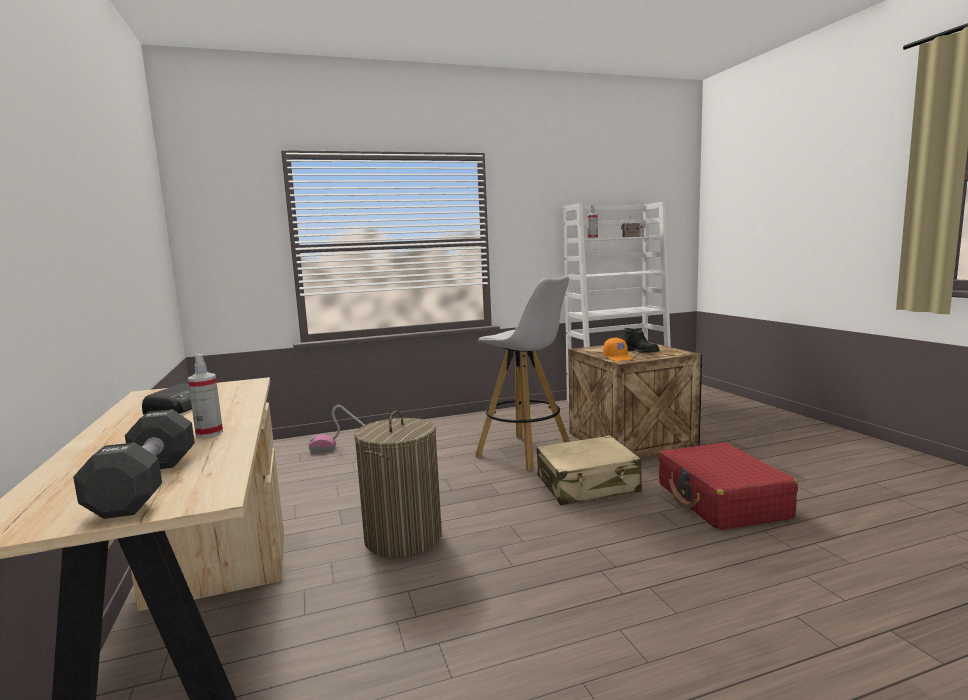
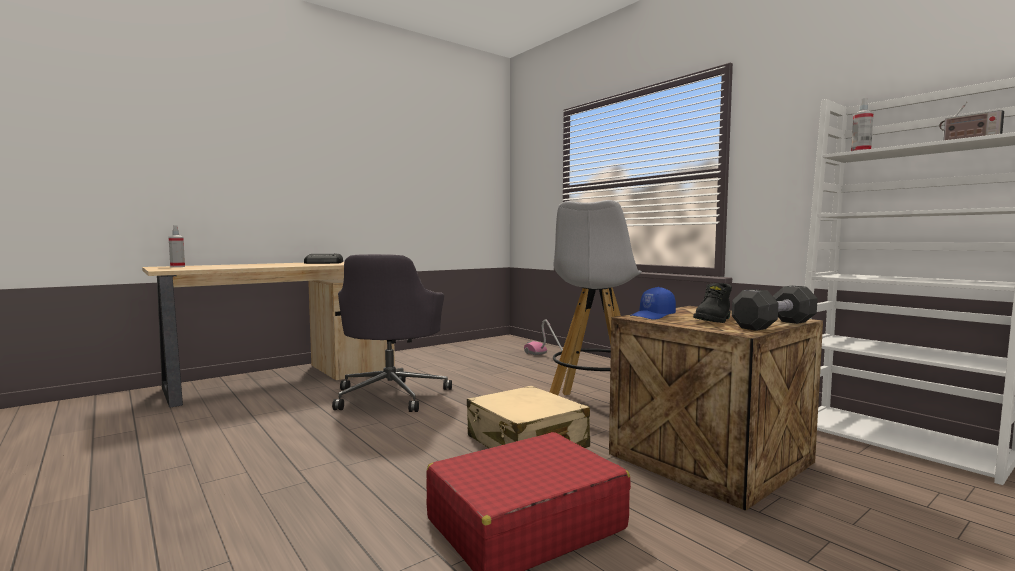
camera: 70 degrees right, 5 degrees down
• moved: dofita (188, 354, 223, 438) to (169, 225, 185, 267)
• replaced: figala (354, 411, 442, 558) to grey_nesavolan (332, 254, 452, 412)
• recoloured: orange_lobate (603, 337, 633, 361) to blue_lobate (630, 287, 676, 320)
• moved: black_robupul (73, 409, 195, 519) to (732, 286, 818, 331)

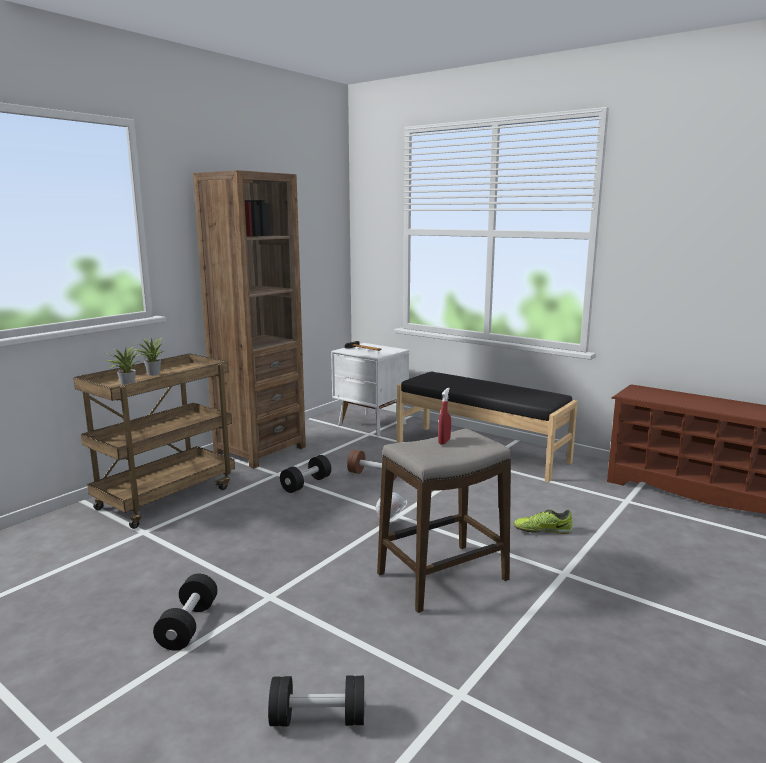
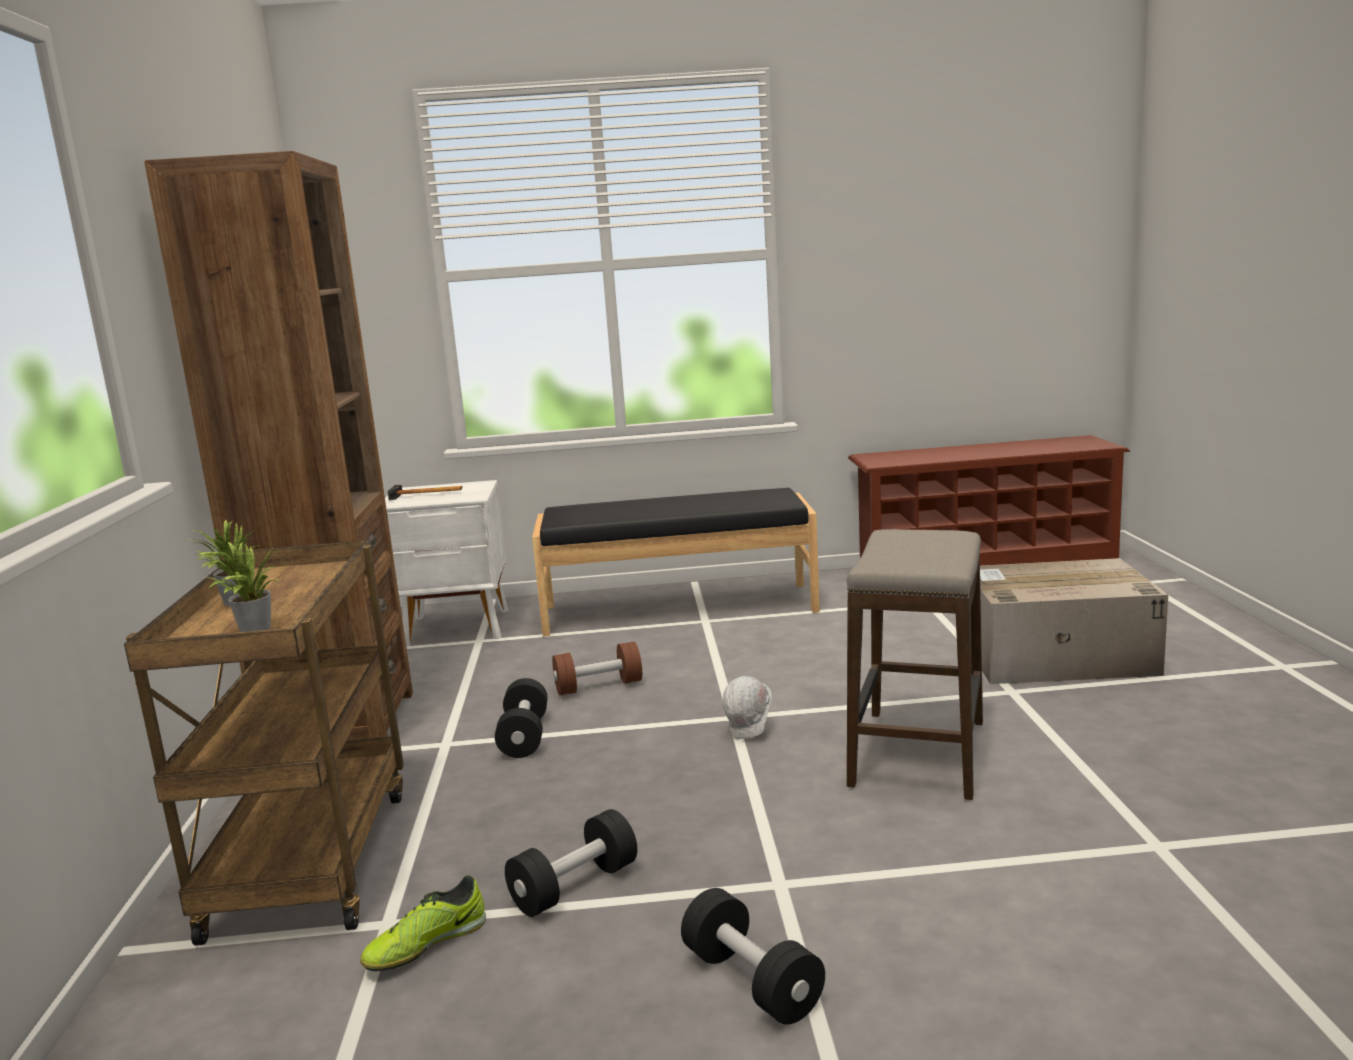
camera: 40 degrees left, 0 degrees up
• moved: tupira (513, 509, 573, 534) to (360, 875, 486, 971)
• moved: black_robupul (268, 676, 366, 726) to (505, 809, 638, 917)
• added: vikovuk (980, 558, 1168, 684)
• removed: red_dofita (438, 388, 451, 445)

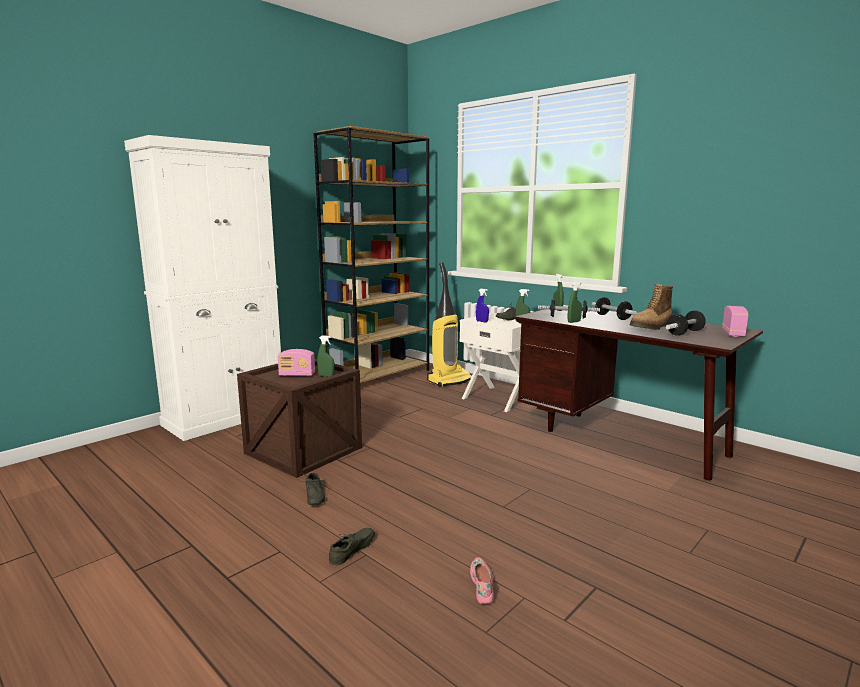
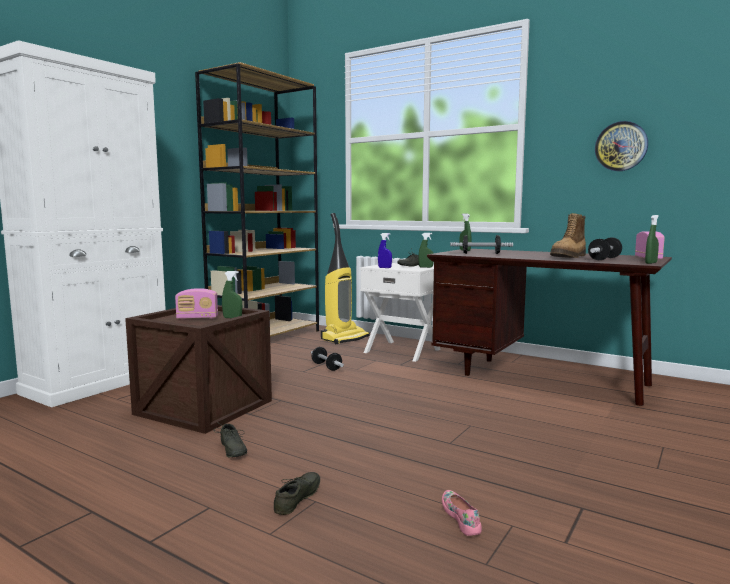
camera: 10 degrees left, 5 degrees down
• moved: robupul (592, 297, 638, 320) to (311, 347, 344, 371)
• added: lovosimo (595, 121, 648, 171)
• moved: green_dofita (568, 282, 582, 323) to (645, 215, 659, 264)

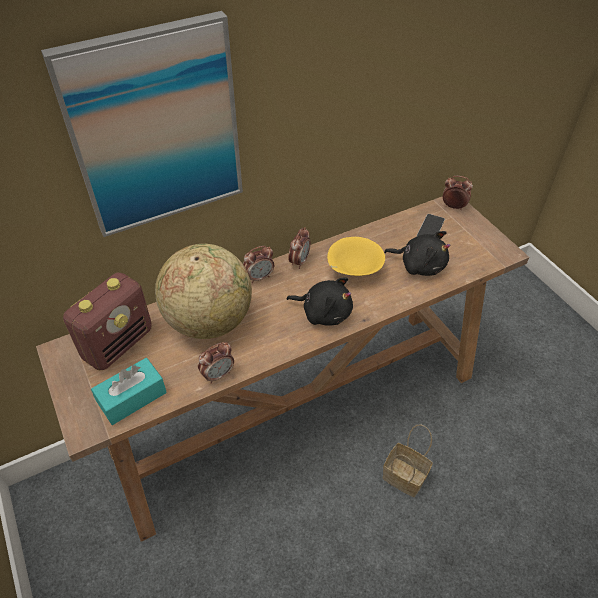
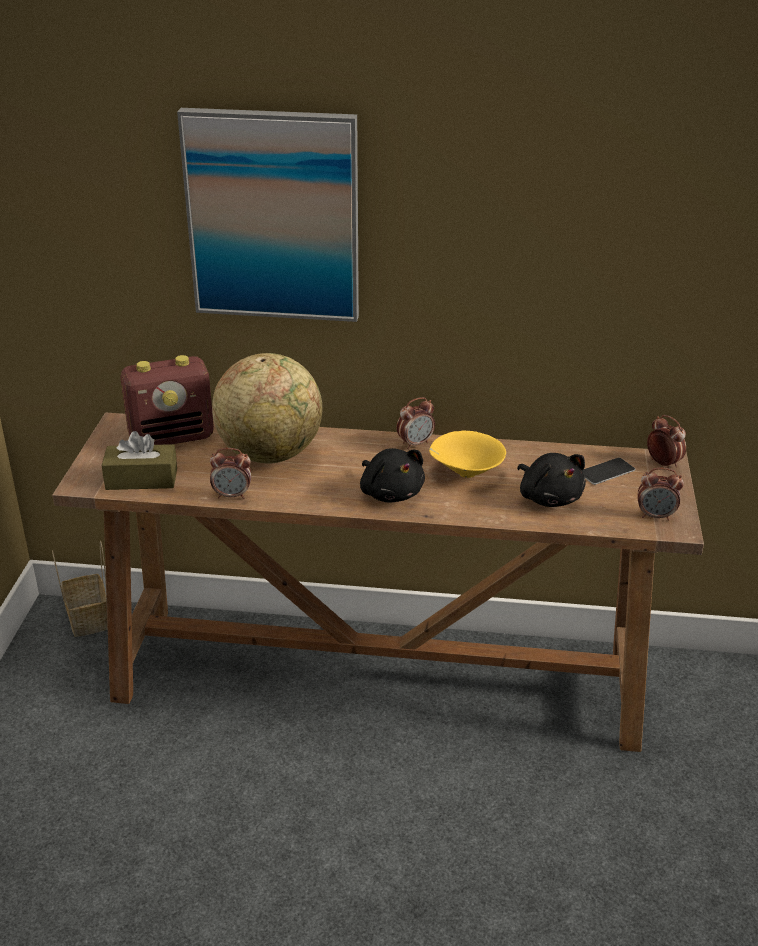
camera: 35 degrees right, 15 degrees down
• moved: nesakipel (383, 424, 433, 497) to (52, 540, 108, 637)
• recoloured: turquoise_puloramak (91, 358, 167, 425) to brown_puloramak (102, 431, 177, 490)
• moved: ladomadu (243, 246, 274, 283) to (637, 468, 684, 521)

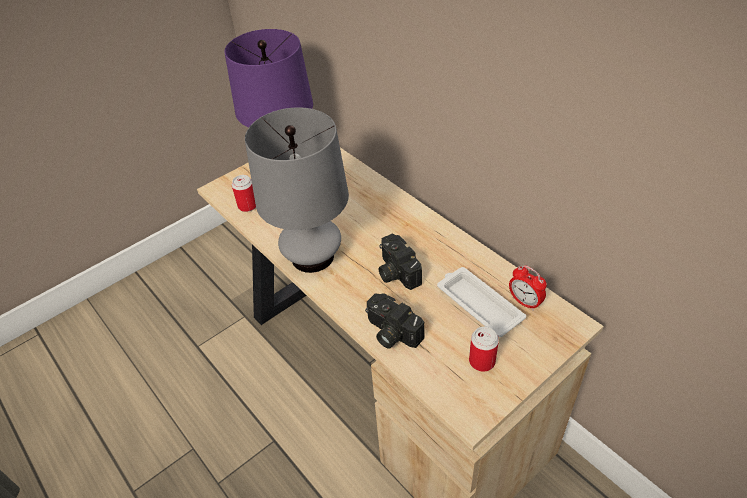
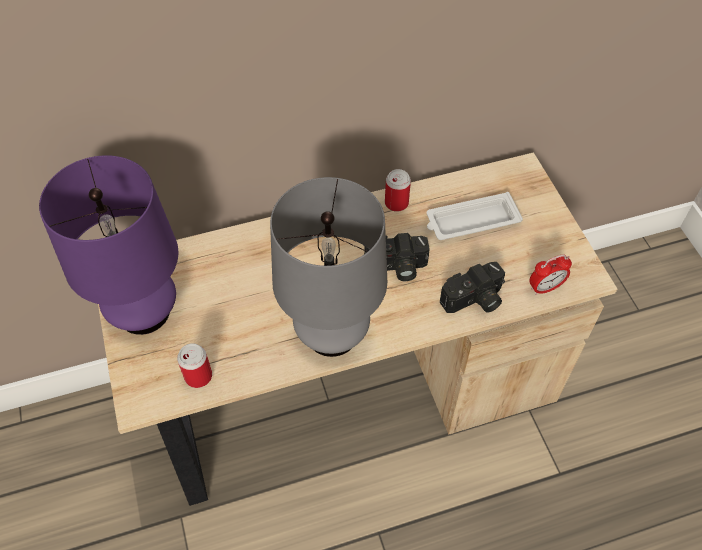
camera: 70 degrees left, 10 degrees up
• moved: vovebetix (469, 327, 499, 372) to (385, 169, 411, 212)
• moved: ladomadu (509, 265, 547, 311) to (529, 255, 572, 295)

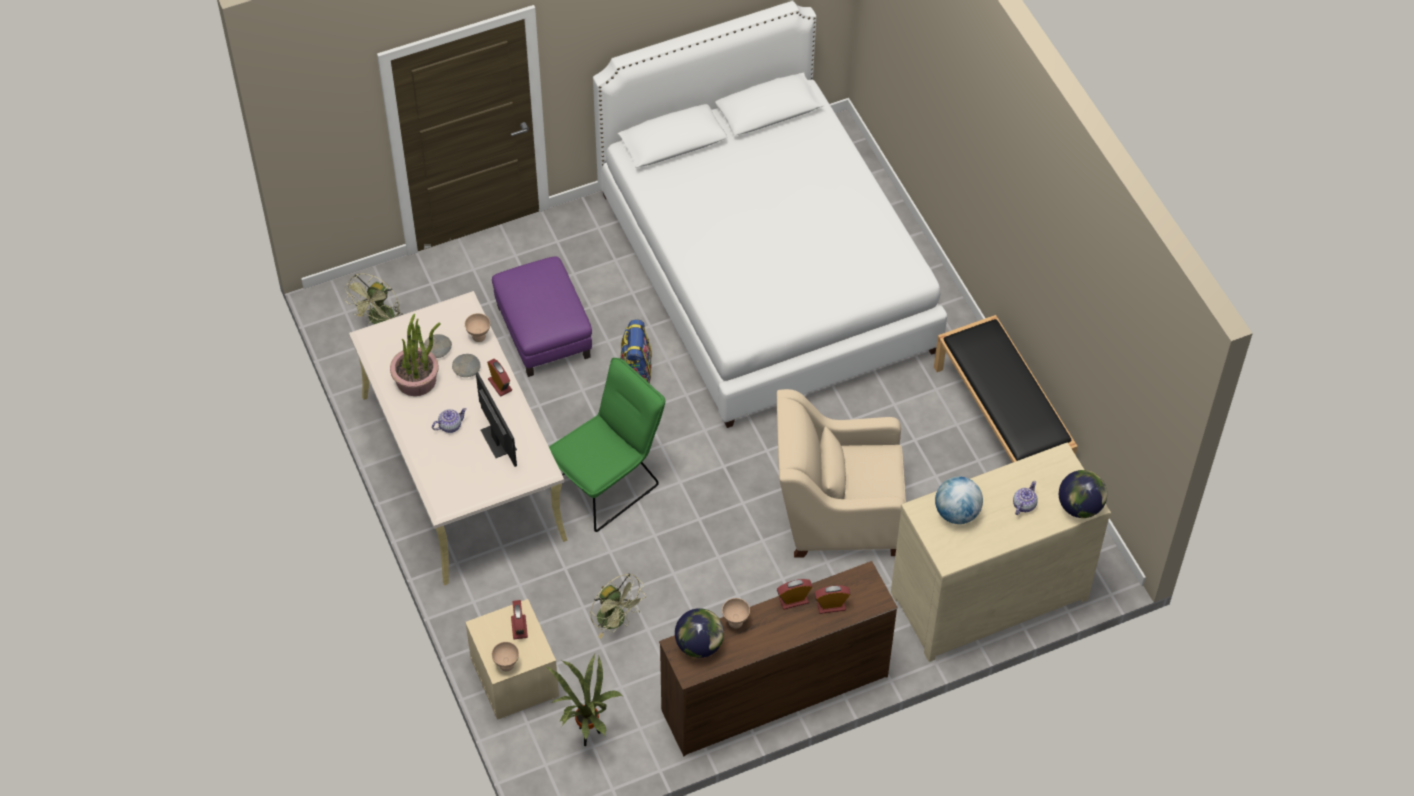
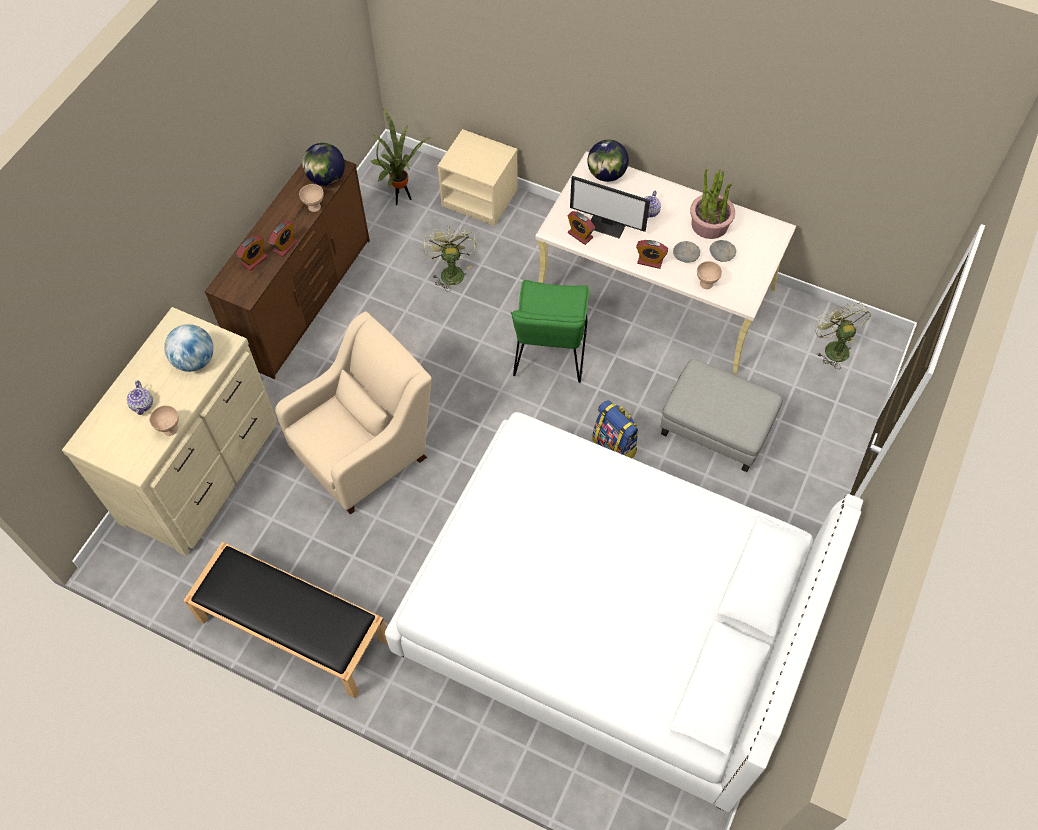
camera: 140 degrees right, 5 degrees up
• moved: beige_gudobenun (492, 642, 519, 671) to (150, 405, 179, 436)
• turned: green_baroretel (591, 573, 646, 639) = (423, 226, 477, 292) 75 degrees clockwise
• moved: ladomadu (511, 600, 528, 639) to (567, 211, 595, 245)
• moved: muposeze (1059, 470, 1107, 518) to (587, 140, 629, 182)
• recoloured: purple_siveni (492, 256, 592, 377) to grey_siveni (661, 359, 783, 472)

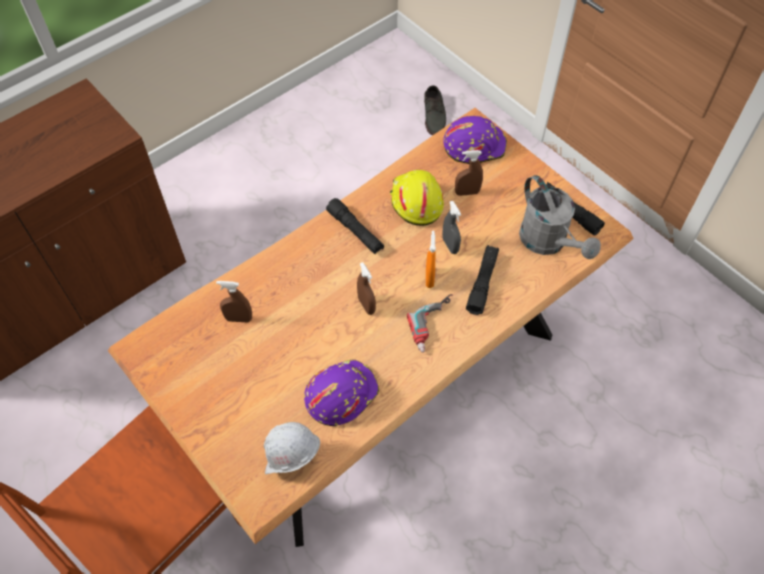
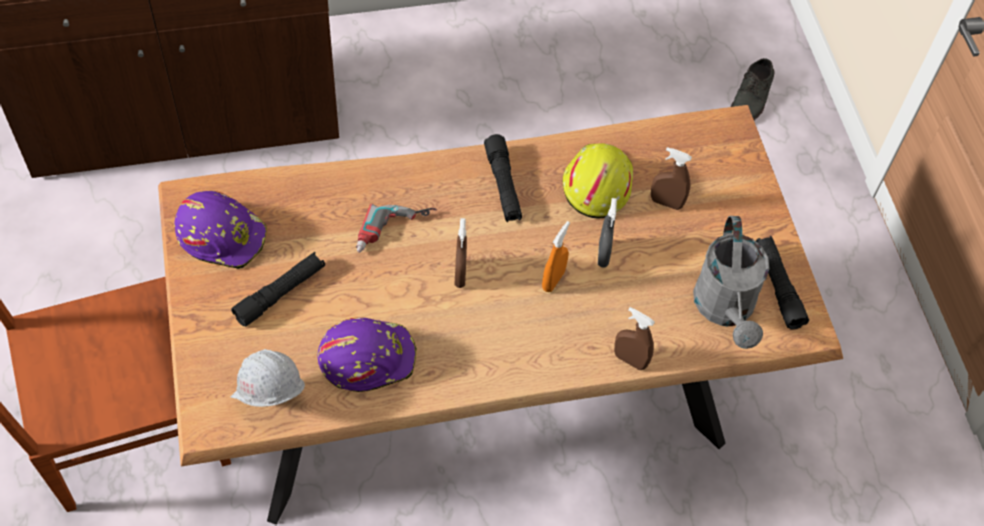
camera: 25 degrees right, 0 degrees up
• moved: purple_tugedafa (443, 116, 507, 164) to (174, 191, 267, 269)
• moved: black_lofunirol (466, 245, 499, 315) to (231, 252, 325, 327)
• moved: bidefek (407, 294, 453, 353) to (356, 204, 437, 253)
• moved: brown_dofita (216, 281, 252, 323) to (614, 307, 655, 370)

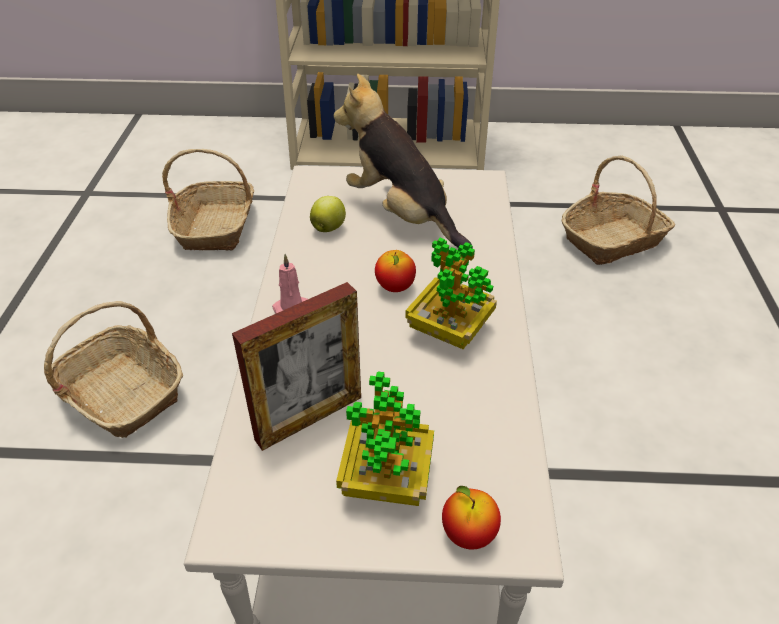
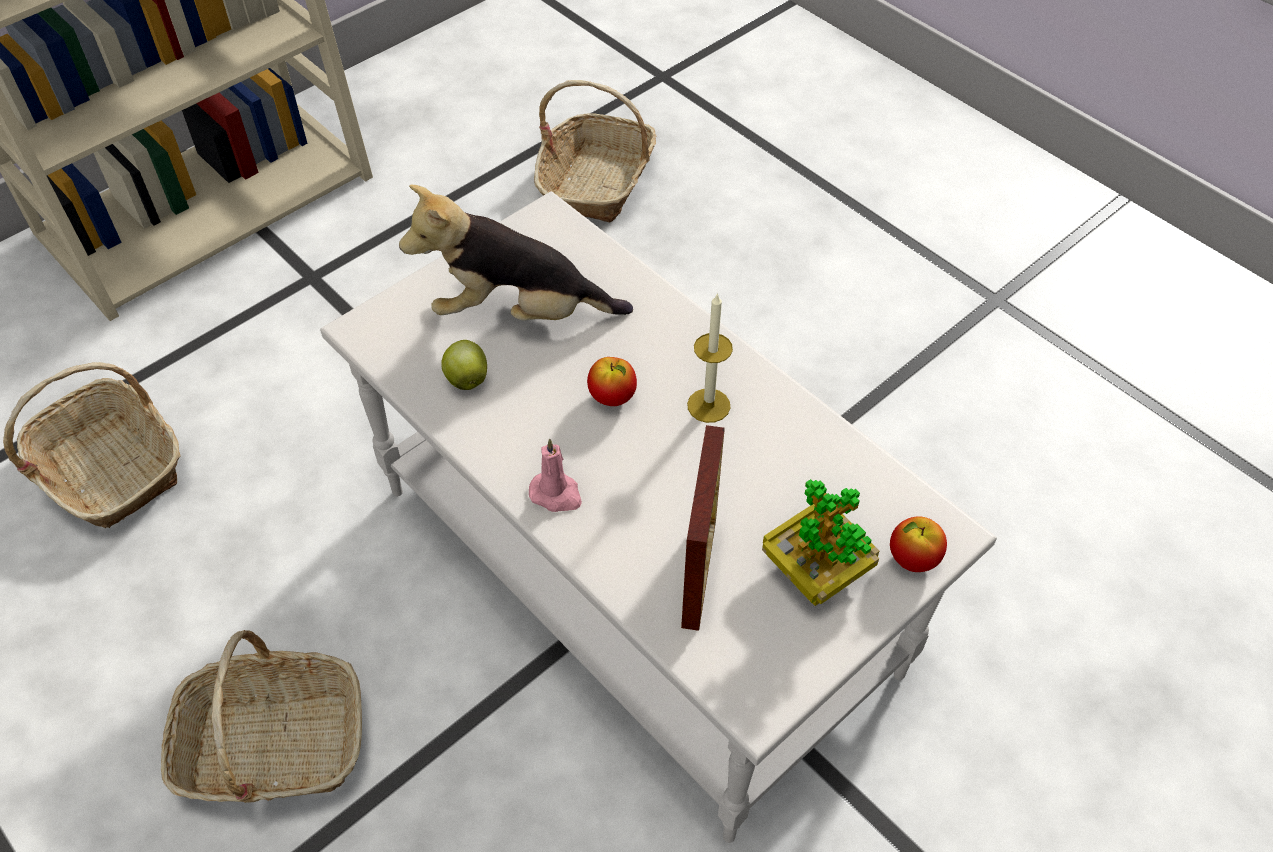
camera: 45 degrees left, 10 degrees up
• replaced: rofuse (405, 238, 497, 349) to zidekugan (687, 293, 733, 423)

